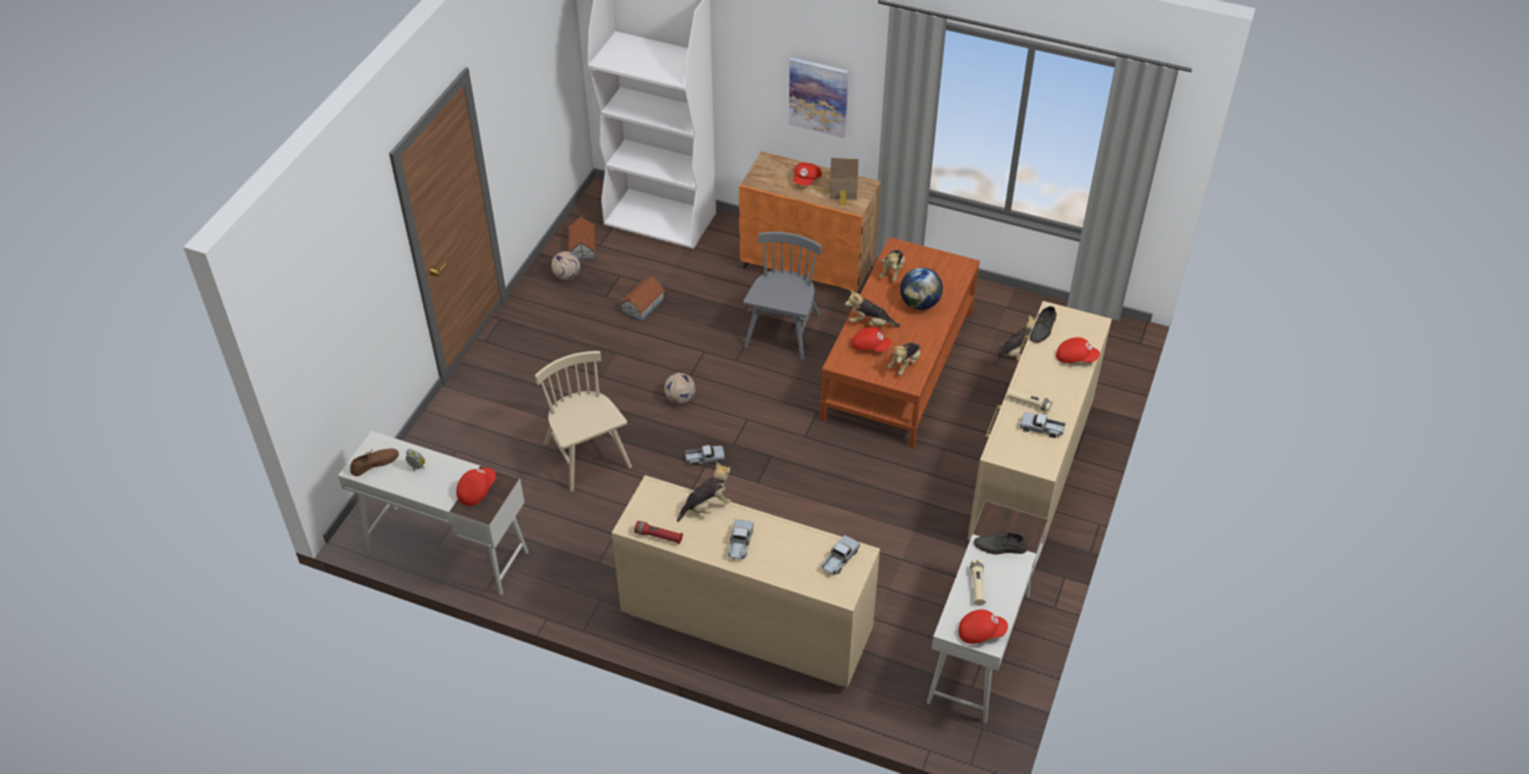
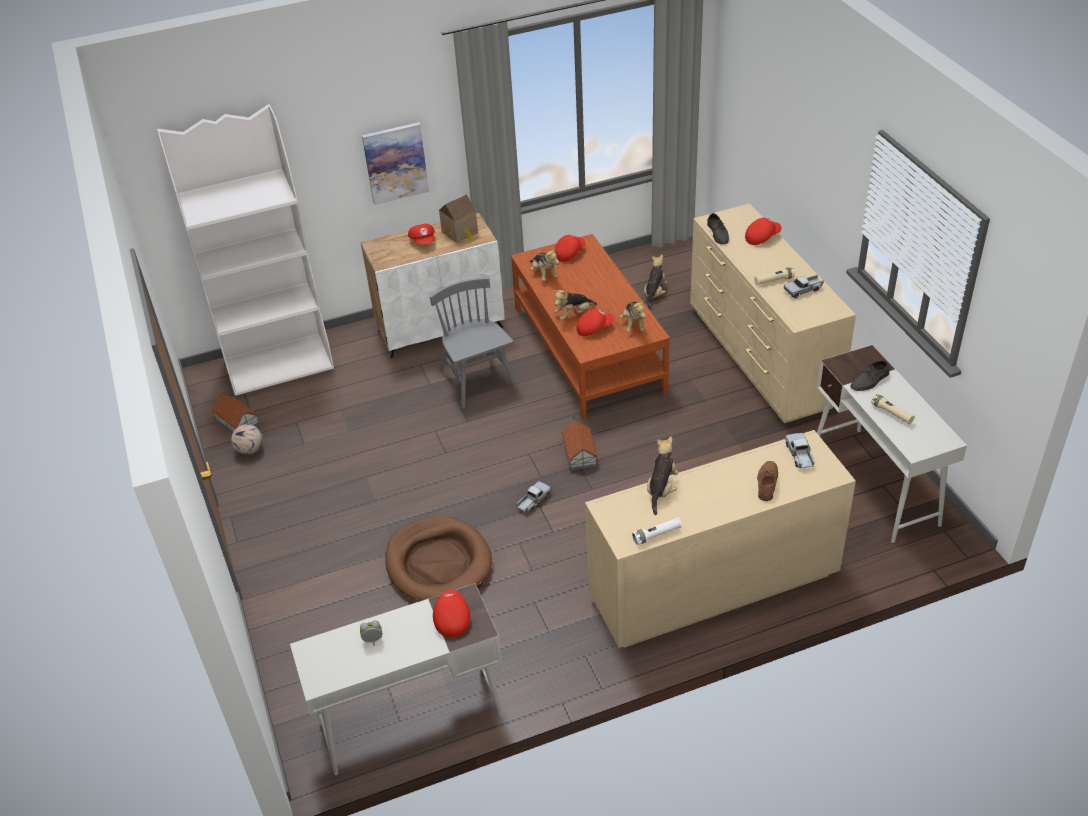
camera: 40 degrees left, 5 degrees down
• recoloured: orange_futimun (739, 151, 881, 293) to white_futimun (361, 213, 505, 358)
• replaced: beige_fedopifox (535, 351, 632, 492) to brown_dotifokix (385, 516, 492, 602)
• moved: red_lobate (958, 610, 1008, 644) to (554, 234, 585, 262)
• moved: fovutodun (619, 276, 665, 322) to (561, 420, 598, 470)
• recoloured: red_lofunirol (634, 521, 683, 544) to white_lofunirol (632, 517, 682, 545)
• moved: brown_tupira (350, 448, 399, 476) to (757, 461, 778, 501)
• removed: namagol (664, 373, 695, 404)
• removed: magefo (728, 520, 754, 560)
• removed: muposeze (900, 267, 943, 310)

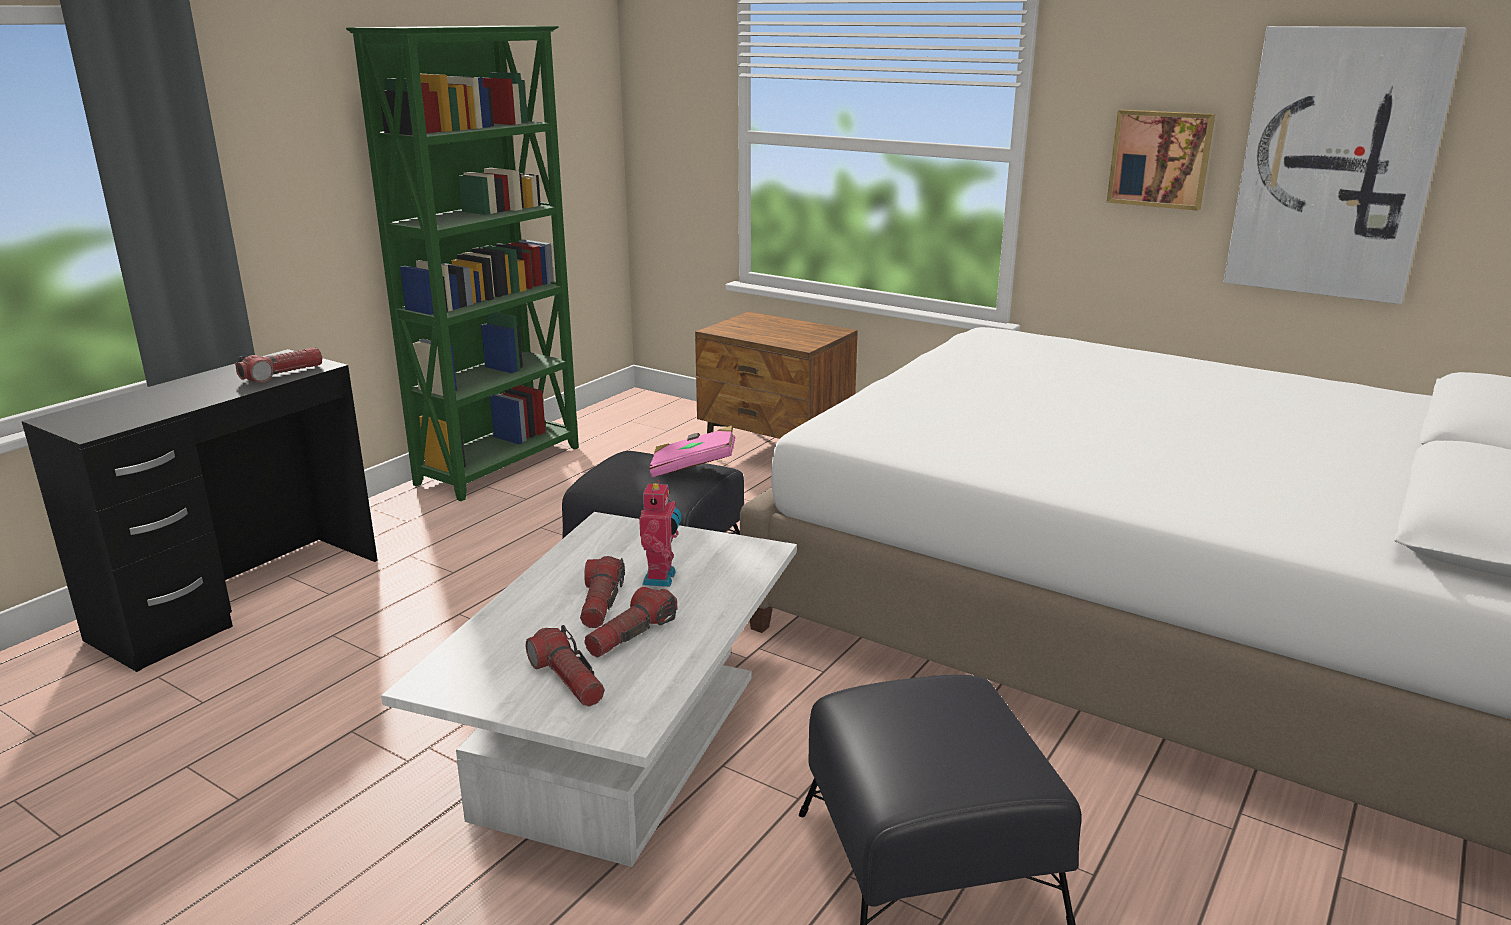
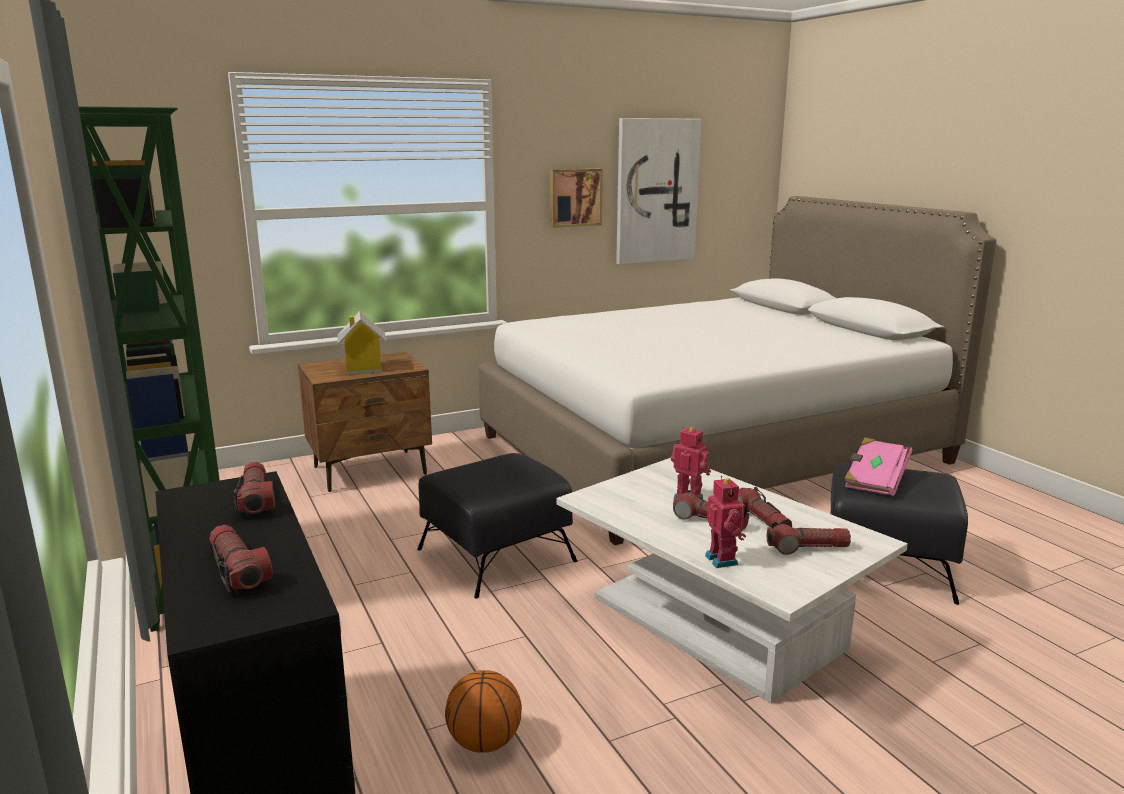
camera: 60 degrees left, 5 degrees down
• added: lofunirol (209, 525, 273, 592)
• added: fovutodun (337, 311, 387, 375)
• added: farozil (445, 670, 522, 753)
• added: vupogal (705, 476, 747, 568)
• moved: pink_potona (649, 426, 736, 477) to (844, 438, 912, 496)

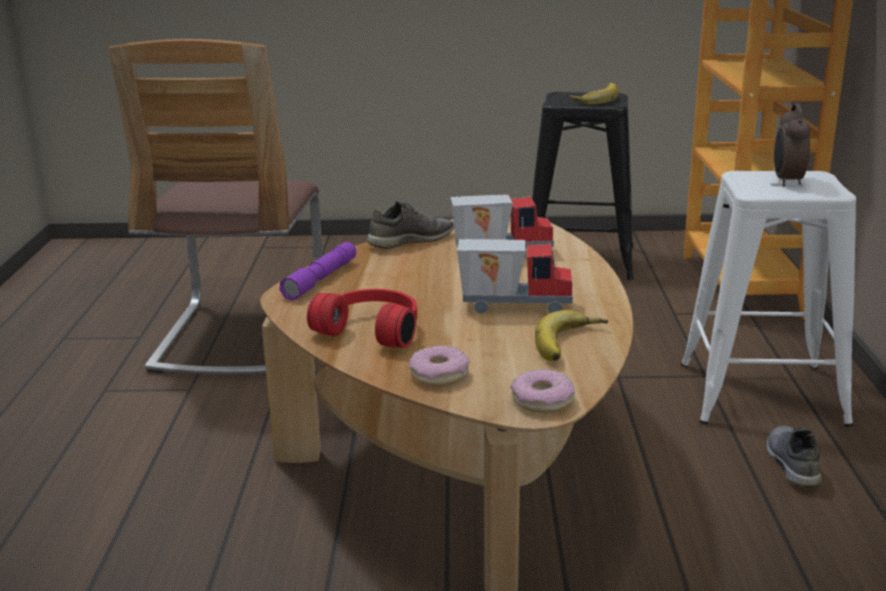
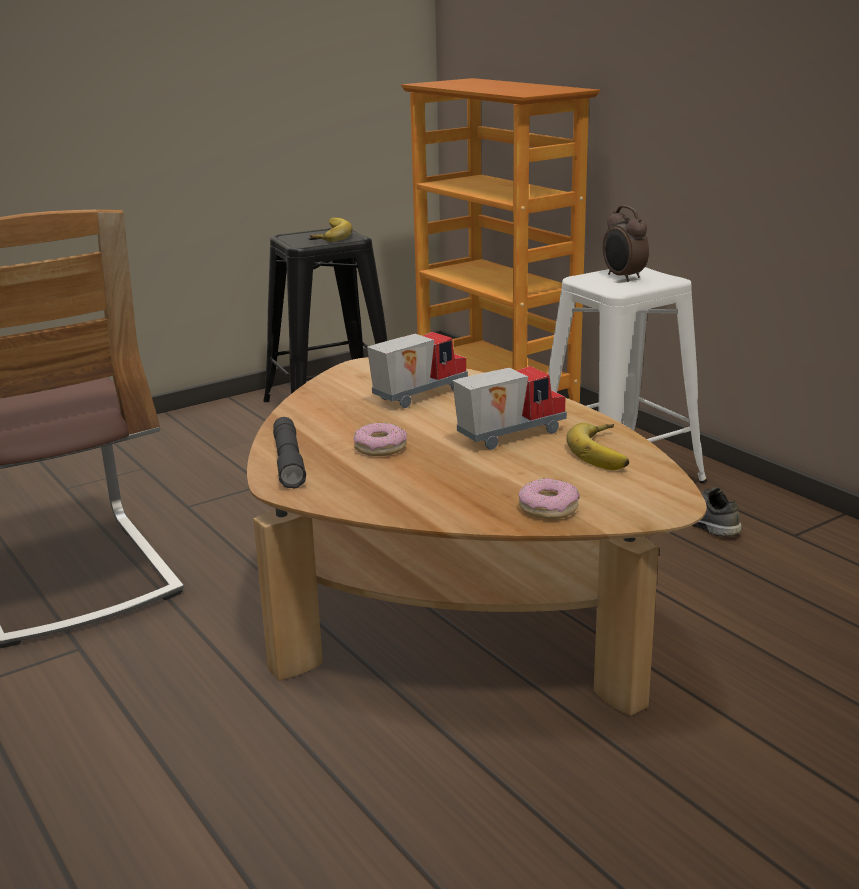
camera: 35 degrees left, 0 degrees up
• recoloured: purple_lofunirol (279, 242, 356, 301) to grey_lofunirol (273, 417, 306, 489)
• moved: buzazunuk (510, 369, 575, 413) to (354, 423, 407, 456)
• removed: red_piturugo (307, 289, 417, 348)
• removed: grey_tupira (367, 201, 454, 249)

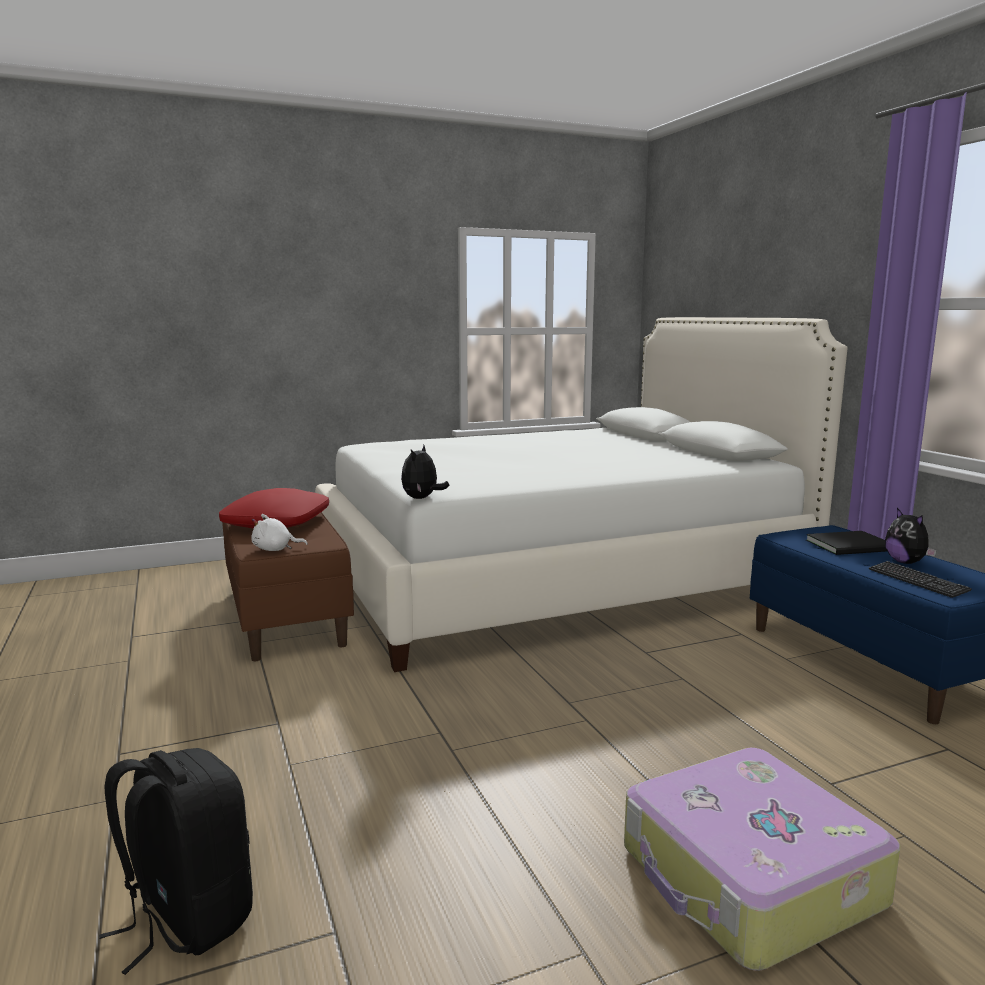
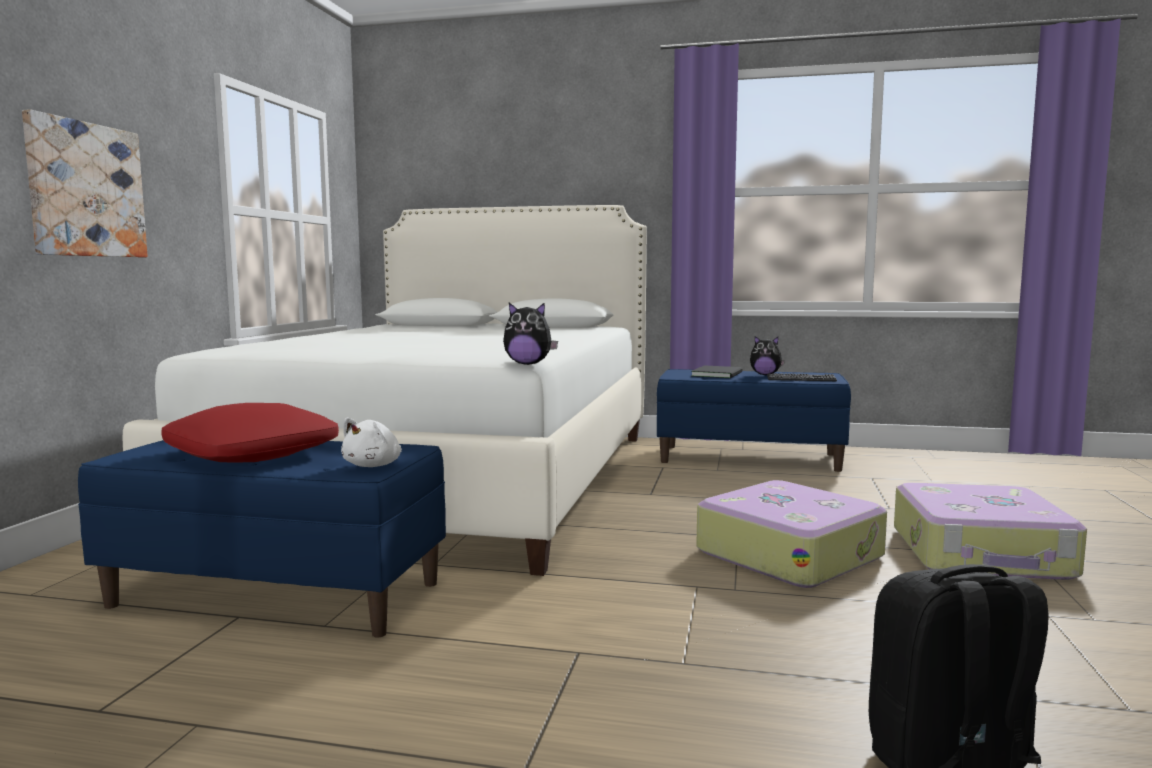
camera: 55 degrees left, 5 degrees down
• added: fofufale (22, 109, 148, 257)
• recoloured: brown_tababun (222, 507, 354, 661) to blue_tababun (78, 440, 446, 637)
• turned: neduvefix (401, 445, 450, 499) = (503, 302, 558, 365) 45 degrees counterclockwise
• added: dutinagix (696, 480, 887, 588)

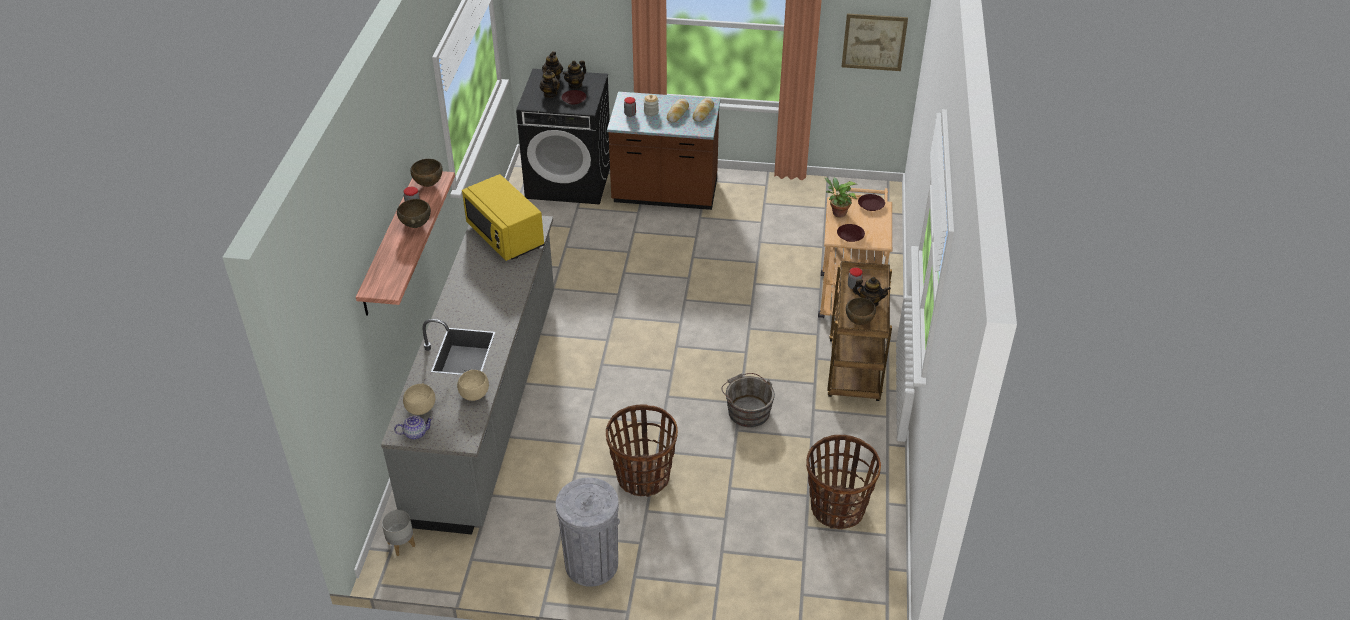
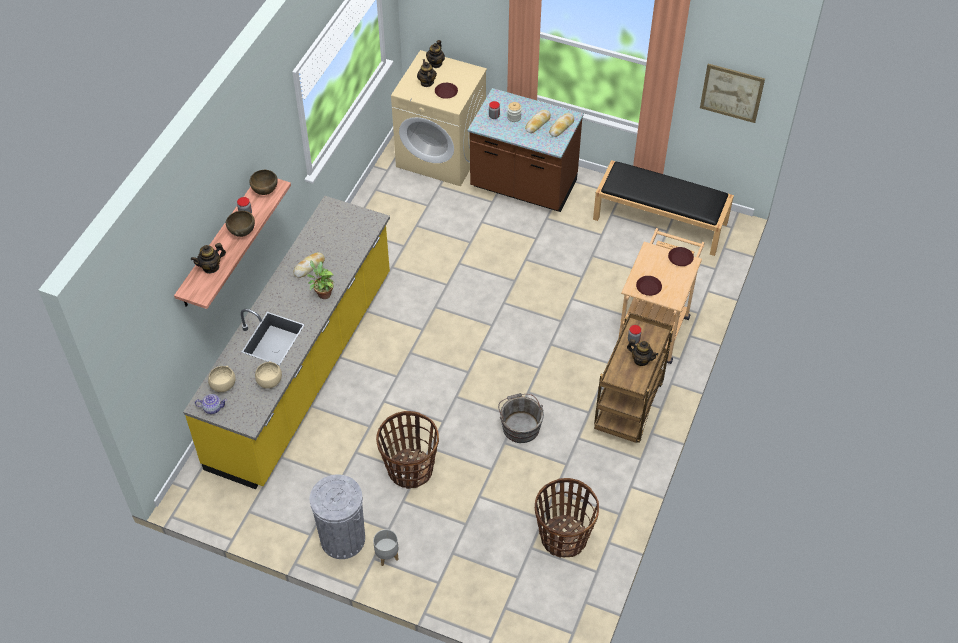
camera: 15 degrees right, 10 degrees up
• recoloured: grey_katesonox (381, 216, 554, 535) to yellow_katesonox (183, 196, 390, 489)
• moved: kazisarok (563, 60, 586, 89) to (191, 243, 226, 274)
• added: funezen (294, 252, 325, 278)
• moved: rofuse (825, 178, 857, 217) to (307, 261, 335, 299)
• moved: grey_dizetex (382, 510, 415, 556) to (373, 529, 398, 566)
• recoloured: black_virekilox (516, 69, 610, 205) to beige_virekilox (391, 50, 487, 186)
• added: black_tababun (593, 160, 734, 256)
• removed: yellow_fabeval (462, 174, 545, 261)
• removed: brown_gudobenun (846, 298, 876, 325)

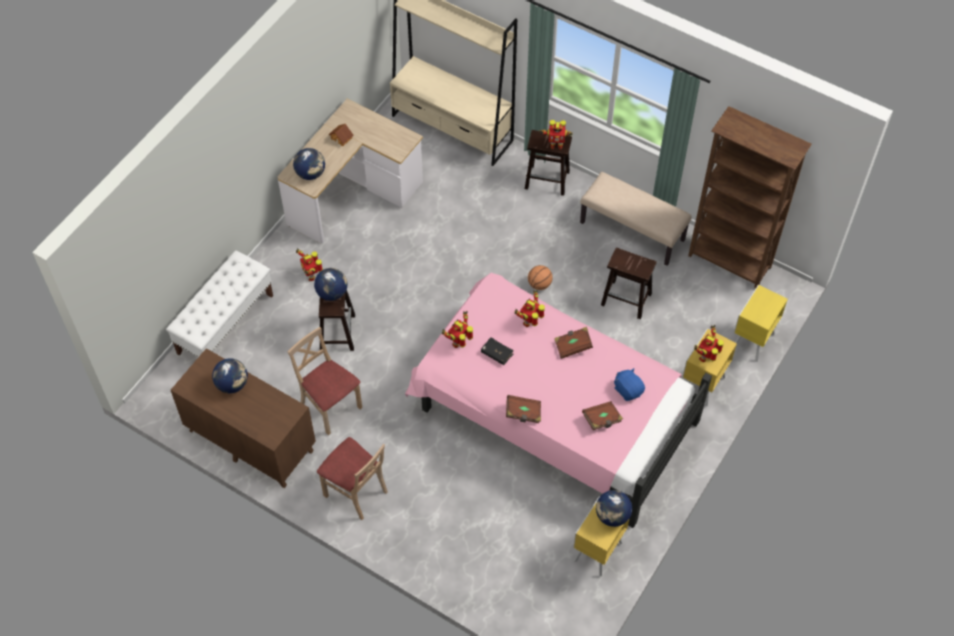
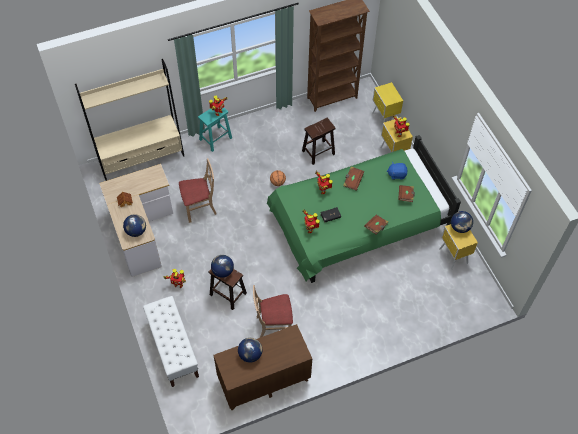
camera: 55 degrees left, 0 degrees up
• moved: beige_fedopifox (317, 437, 388, 520) to (179, 158, 217, 223)
• recoloured: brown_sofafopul (525, 130, 572, 196) to turquoise_sofafopul (198, 107, 232, 152)
• recoloured: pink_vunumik (405, 273, 712, 528) to green_vunumik (267, 135, 461, 283)
• removed: beige_tababun (580, 172, 692, 266)

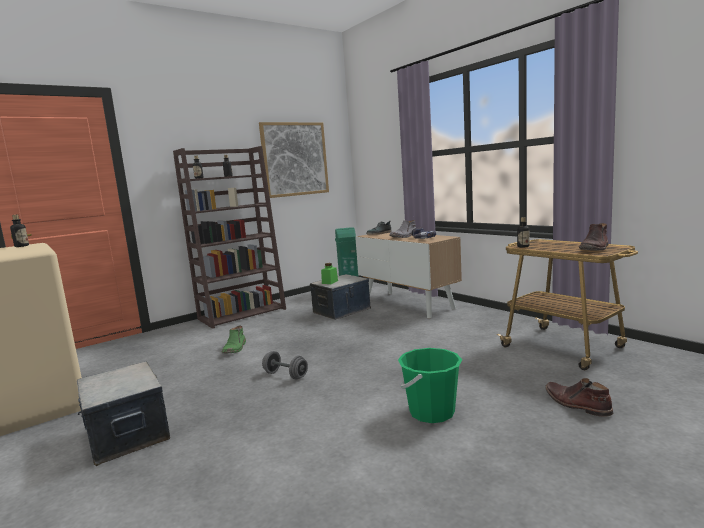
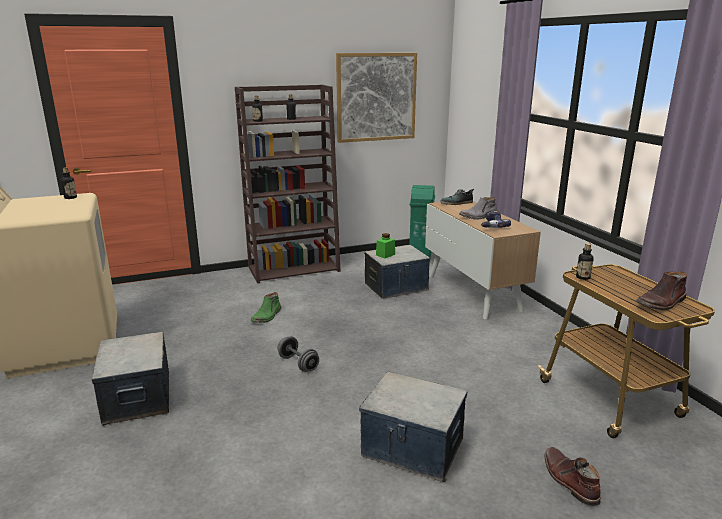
camera: 15 degrees right, 10 degrees up
• replaced: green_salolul (398, 348, 462, 423) to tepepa (359, 372, 468, 482)

